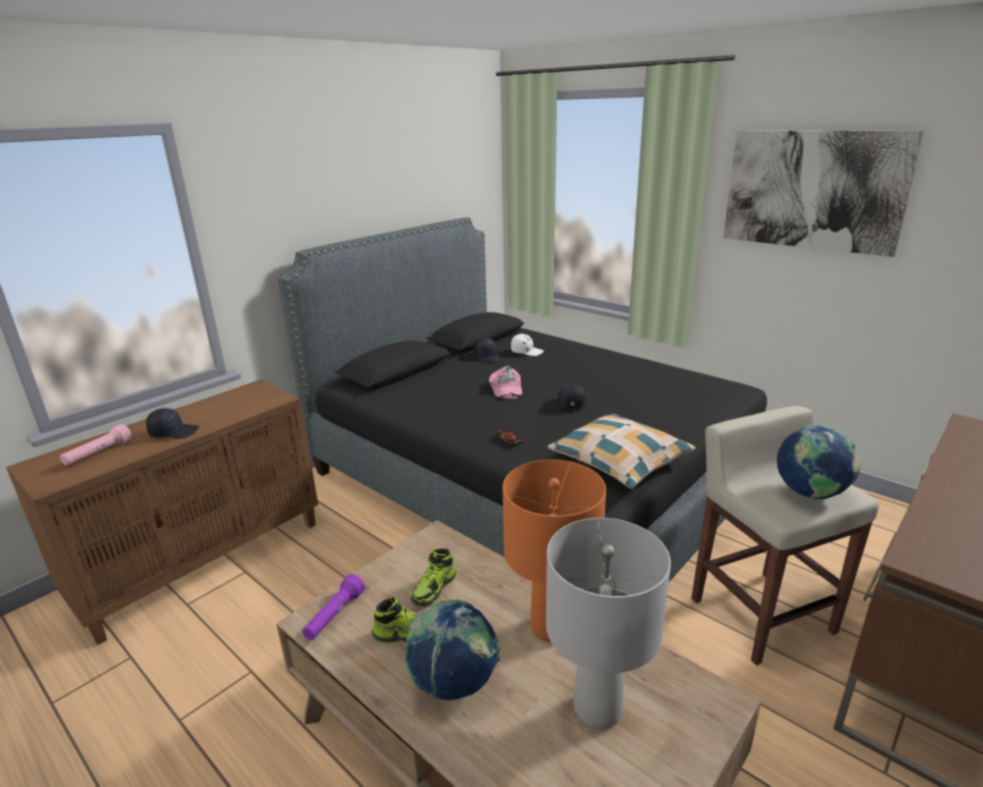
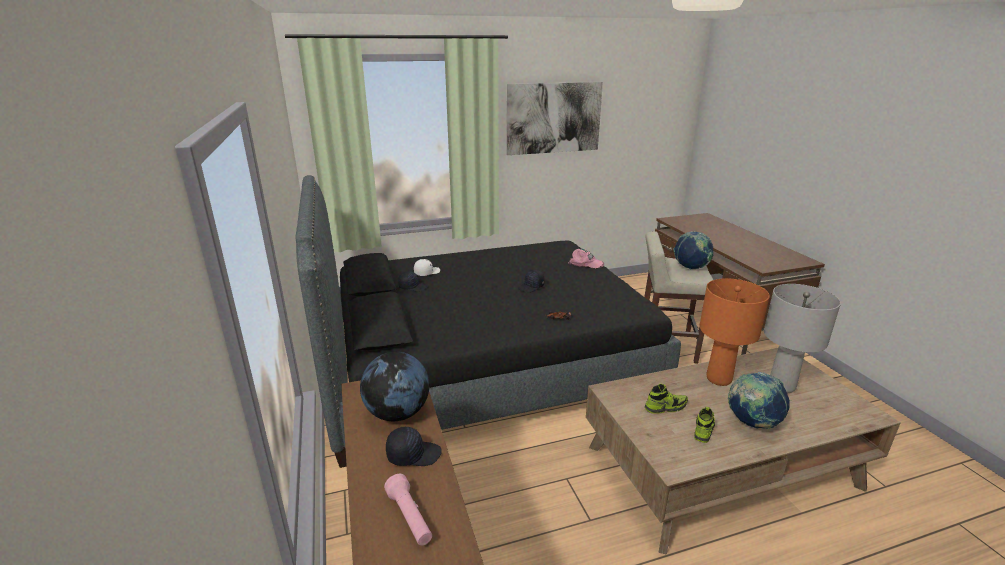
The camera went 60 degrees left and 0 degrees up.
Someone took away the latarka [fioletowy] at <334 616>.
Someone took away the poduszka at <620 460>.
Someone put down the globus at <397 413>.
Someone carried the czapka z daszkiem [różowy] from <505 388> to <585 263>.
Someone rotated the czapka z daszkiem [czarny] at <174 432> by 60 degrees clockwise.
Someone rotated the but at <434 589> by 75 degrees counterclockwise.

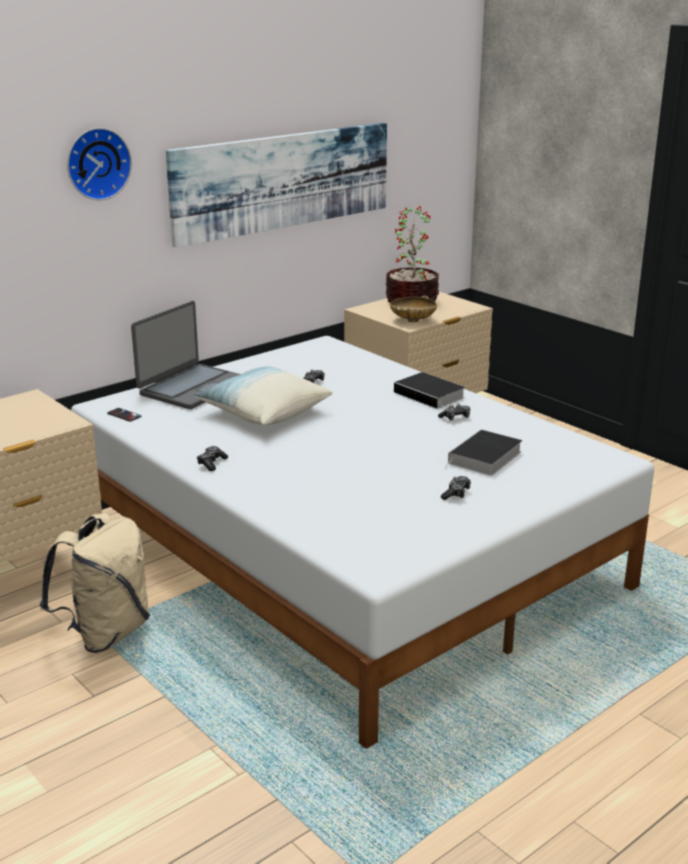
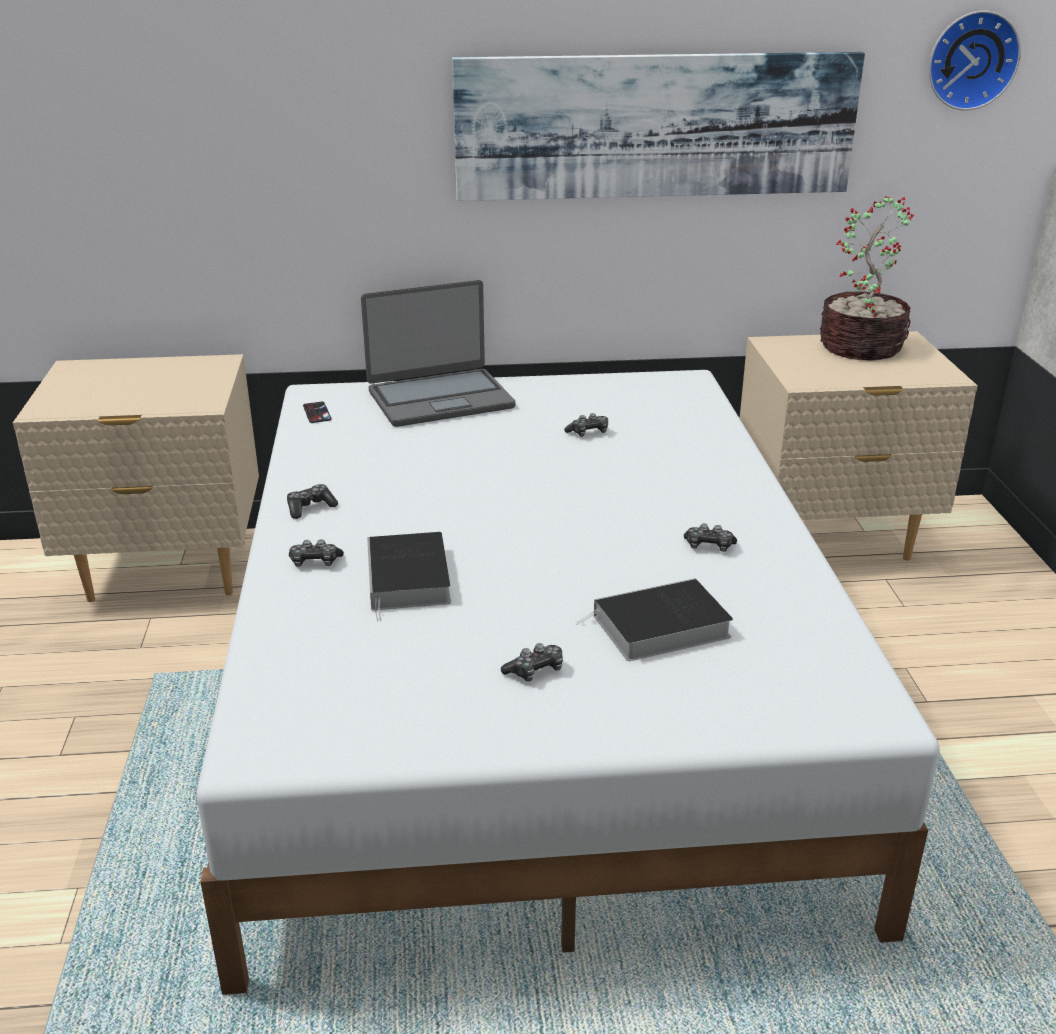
The camera went 35 degrees right and 5 degrees up.
Someone took away the plecak [beżowy] at <106 633>.
Someone took away the poduszka at <263 413>.
Someone took away the miska [beżowy] at <412 320>.
Someone put down the pad do gier at <315 562>.
Someone carried the zegar ścienny from <97 163> to <971 60>.
Someone carried the książka from <431 395> to <409 580>.

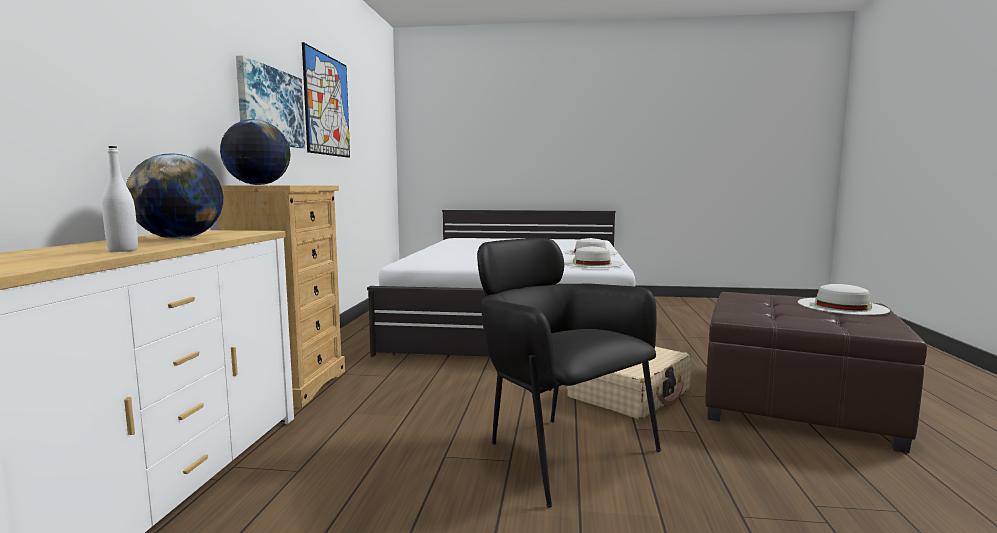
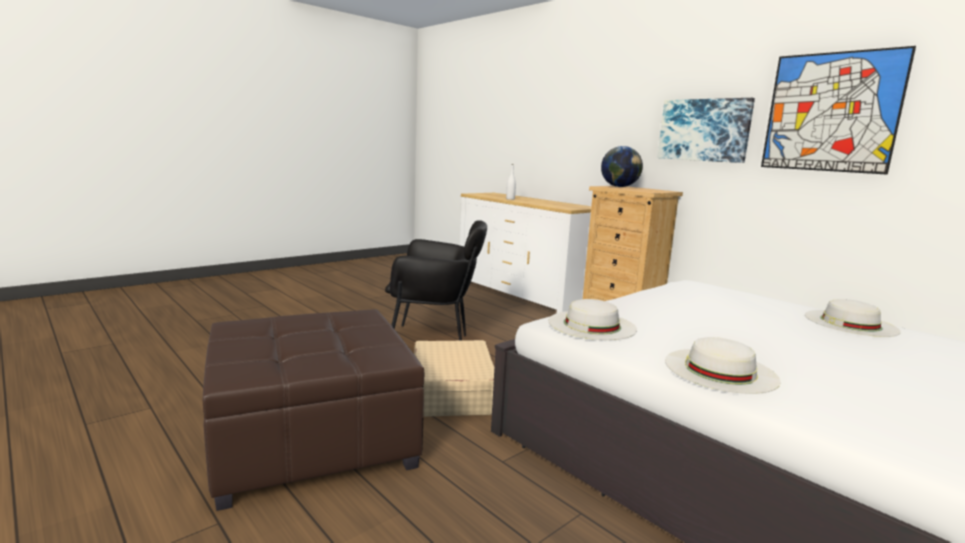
The camera went 130 degrees right and 5 degrees up.
Someone took away the globus at <180 238>.
Someone carried the kapelusz [biały] from <842 306> to <850 323>.

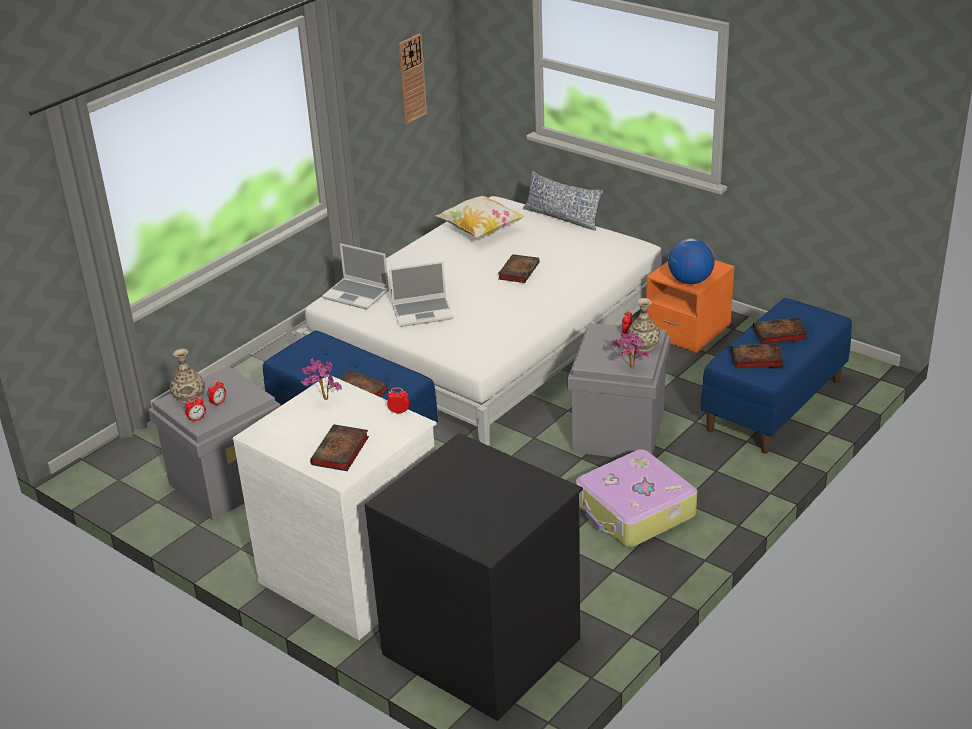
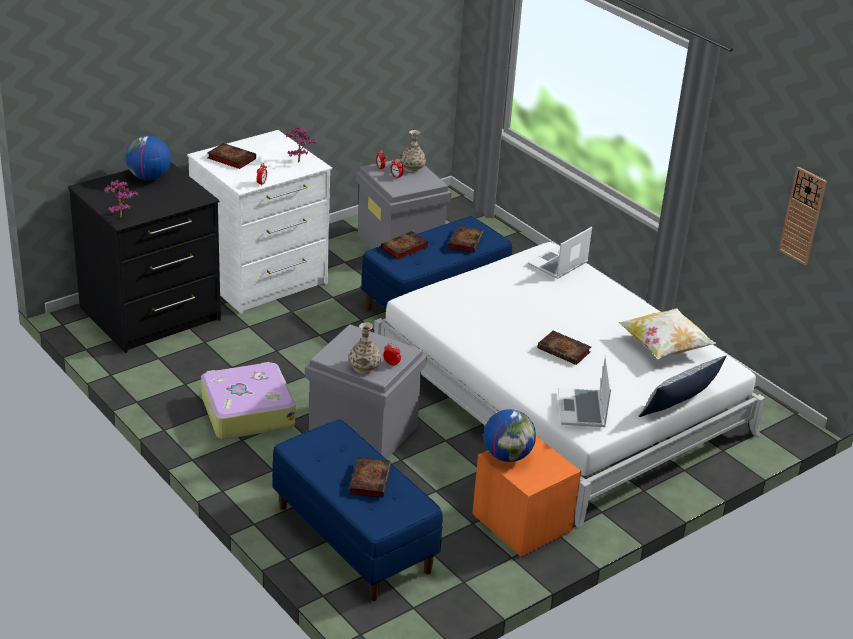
The camera went 100 degrees right and 0 degrees up.
Someone put down the globus at <149 177>.
Someone carried the laptop from <423 312> to <582 410>.
Someone carried the roślina doniczkowa from <629 369> to <120 216>.
Someone carried the książka from <755 359> to <465 241>.

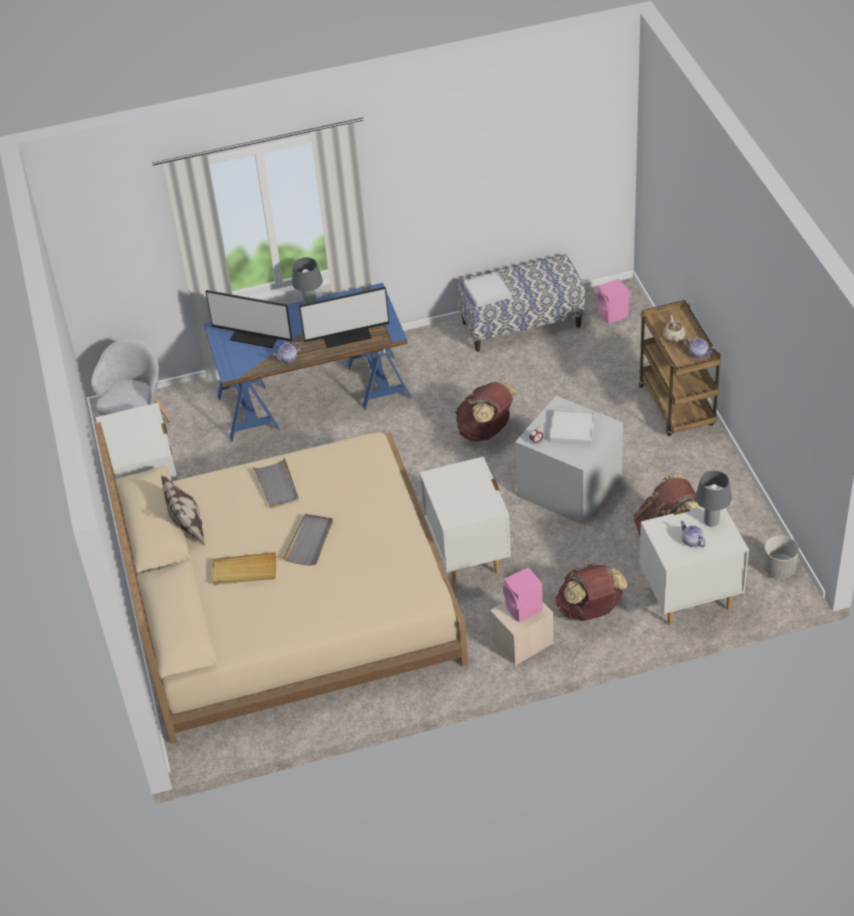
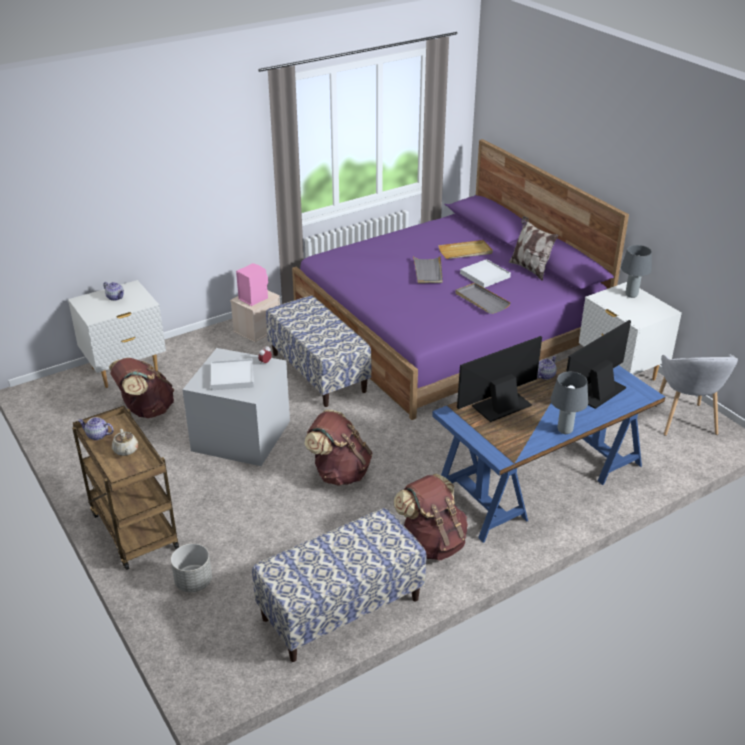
The camera went 160 degrees right and 10 degrees down.
Someone took away the głośnik [różowy] at <613 315>.
Someone carried the taca [biały] from <487 291> to <484 275>.
Someone carried the plecak [brązowy] from <590 611> to <432 543>.
Someone carried the lampa stołowa [szary] from <711 522> to <631 295>.
Someone carried the donica [szary] from <779 569> to <193 582>.
Someone swapped the szafka nocna [biały] at <468 556> for the ławka at <319 372>.
Someone repainted the łóżko [beżowy] at <289 601>, which became the łóżko [fioletowy] at <448 327>.
Someone rotated the monitor at <255 336> by 45 degrees counterclockwise.

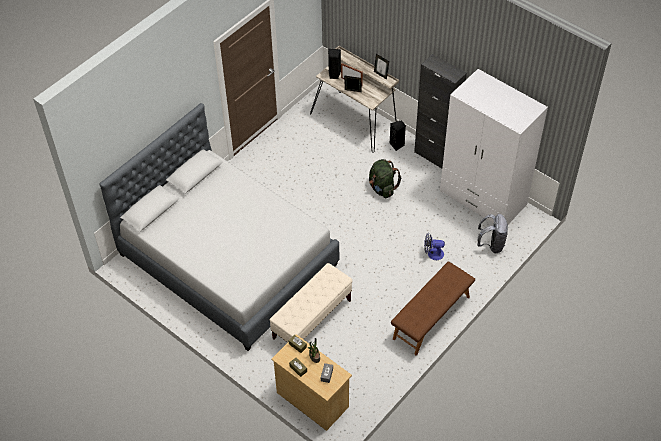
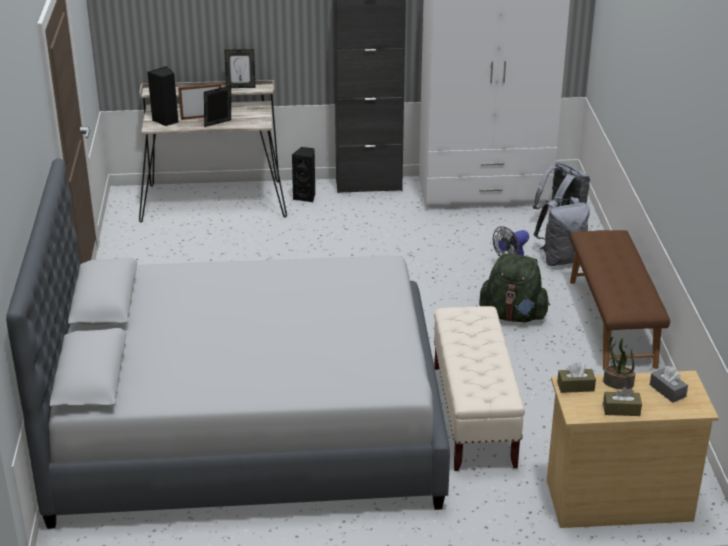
The camera went 45 degrees left and 20 degrees down.
Someone put down the plecak [szary] at <561 259>.
Someone carried the plecak [zielony] from <382 188> to <513 315>.

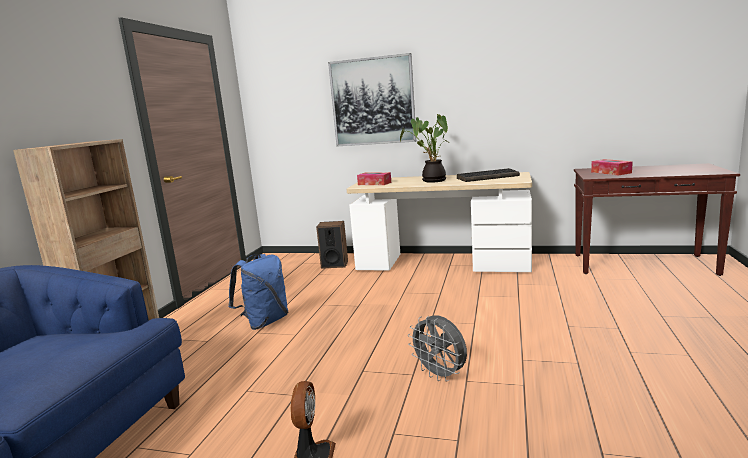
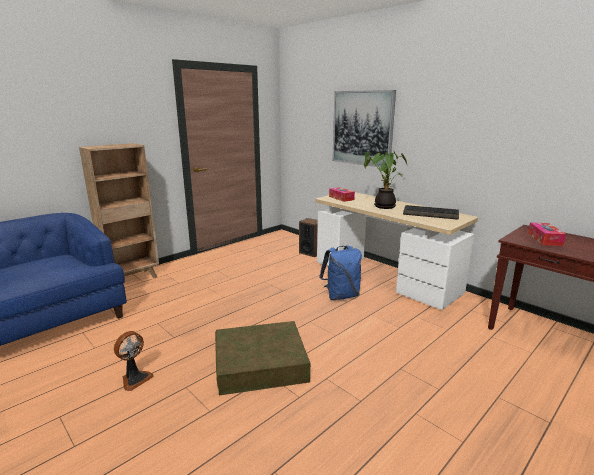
The camera went 30 degrees right and 5 degrees up.
Someone carried the plecak [niebieski] from <264 322> to <341 296>.
Someone swapped the wentylator [szary] at <440 375> for the pojemnik do przechowywania [brązowy] at <260 363>.

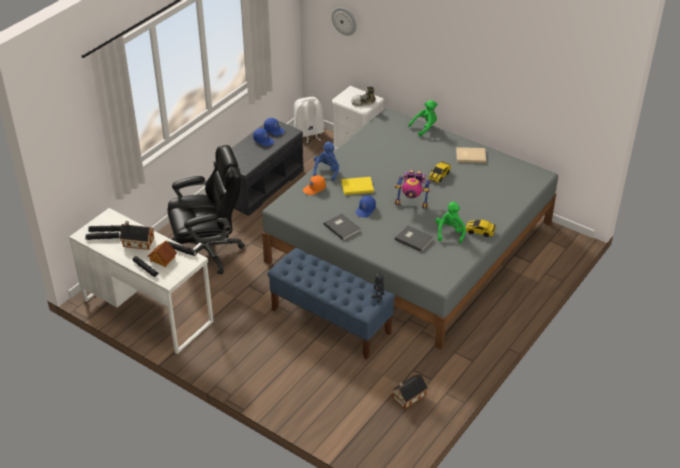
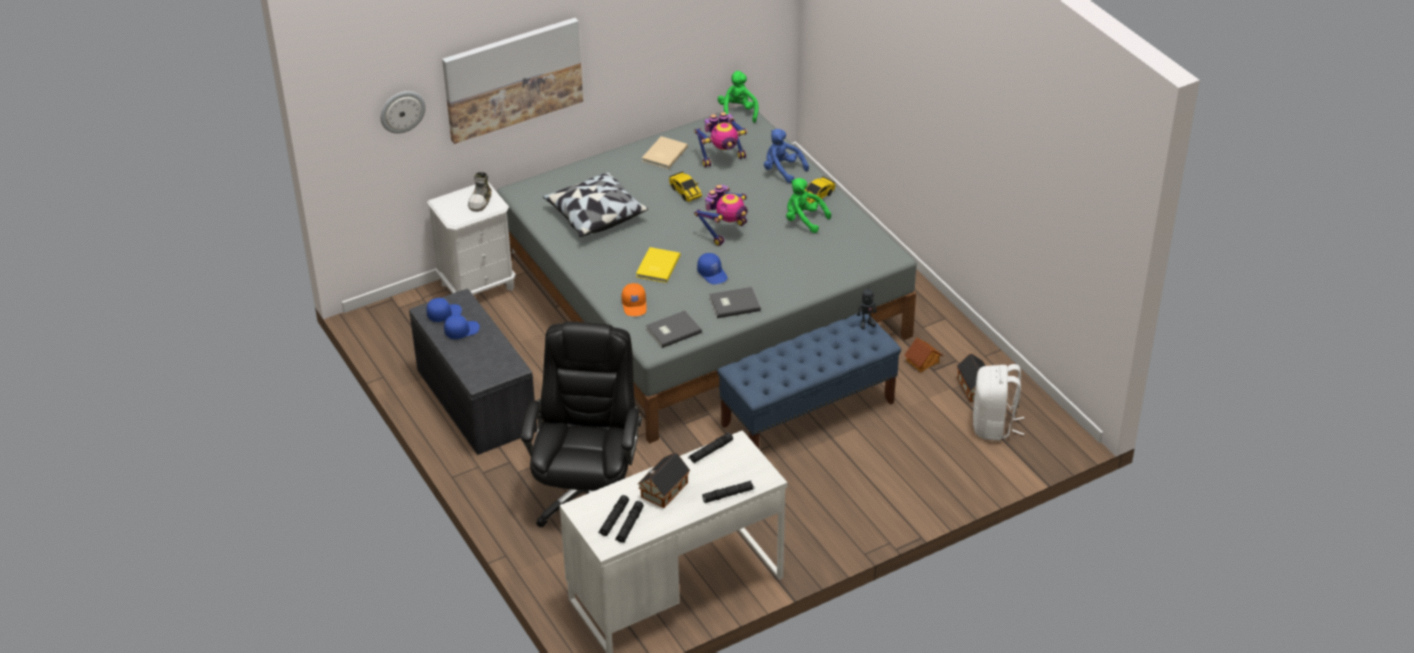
The camera went 65 degrees left and 0 degrees up.
Someone put up the obraz at <512 78>.
Someone put down the poduszka at <595 215>.
Someone put down the robot zabawkowy at <722 158>.
Someone carried the domek from <162 259> to <923 361>.
Someone carried the plecak [biały] from <309 133> to <994 426>.
Someone carried the pluszak [niebieski] from <326 171> to <782 170>.
Someone carried the książka [szary] from <414 239> to <672 330>.
Someone carried the pluszak [zielony] from <425 127> to <738 112>.

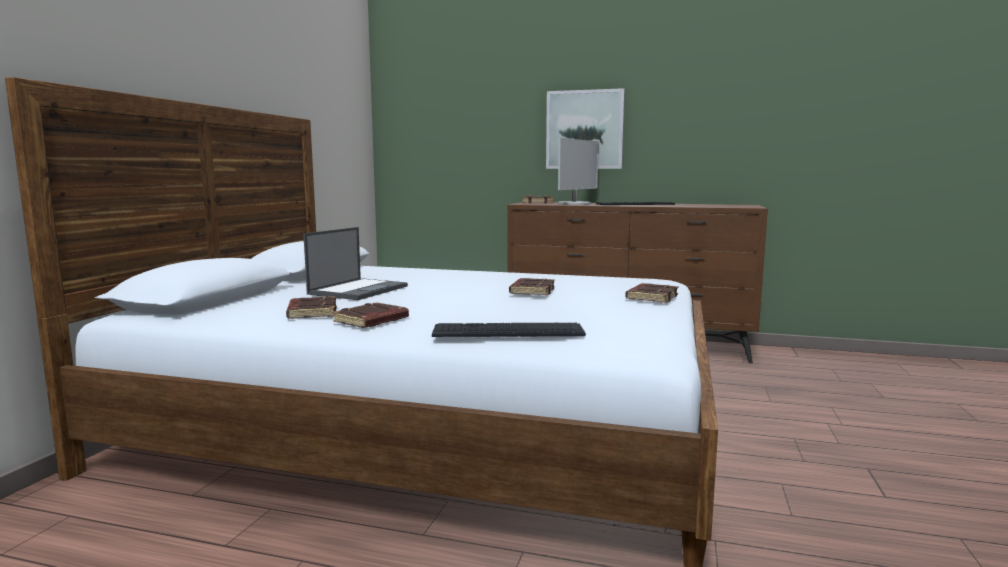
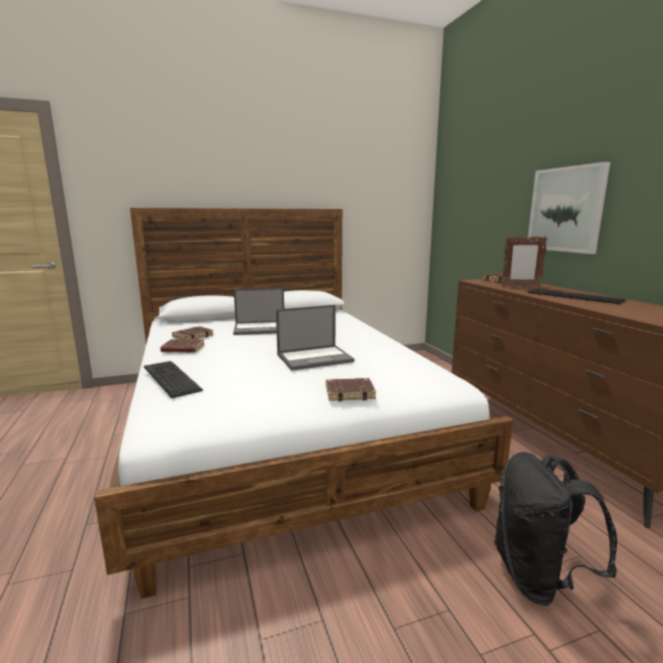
The camera went 55 degrees right and 5 degrees up.
Someone put down the plecak [czarny] at <538 578>.
Someone swapped the książka [brązowy] at <531 291> for the laptop at <315 358>.
Someone swapped the monitor at <575 203> for the ramka na zdjęcie at <520 286>.

